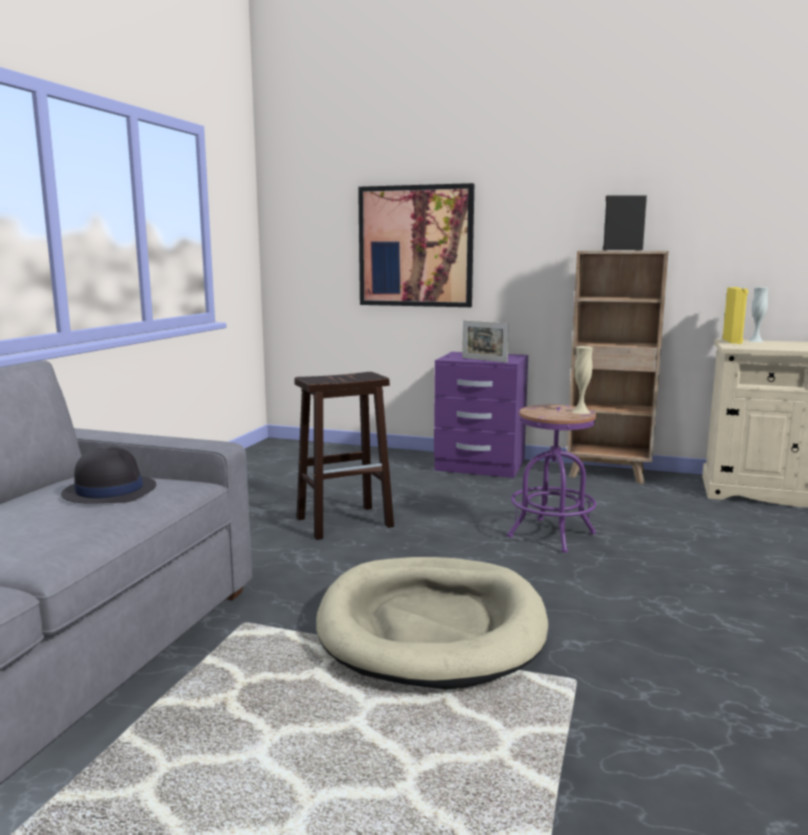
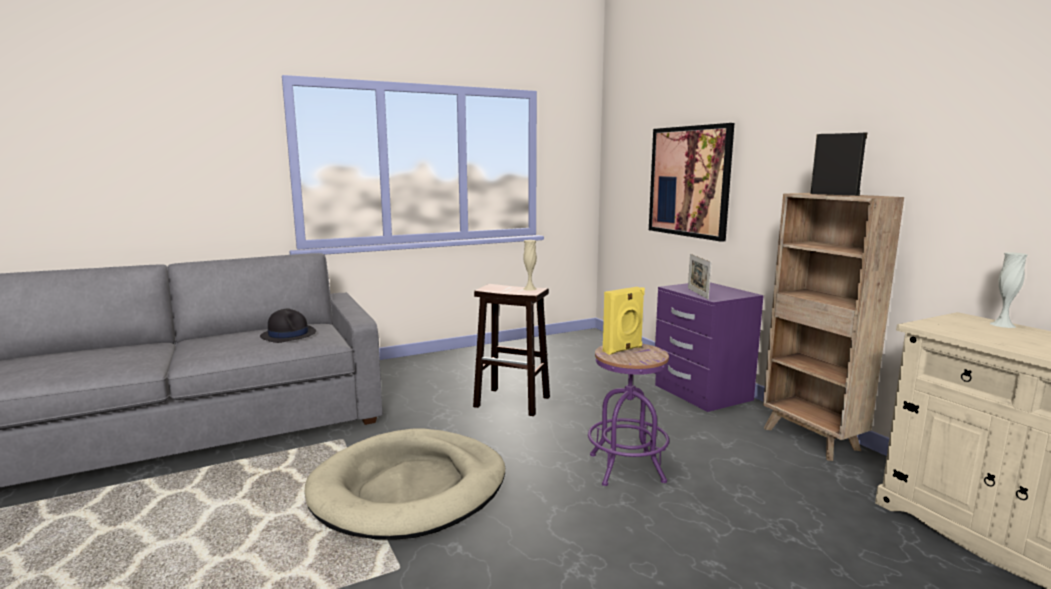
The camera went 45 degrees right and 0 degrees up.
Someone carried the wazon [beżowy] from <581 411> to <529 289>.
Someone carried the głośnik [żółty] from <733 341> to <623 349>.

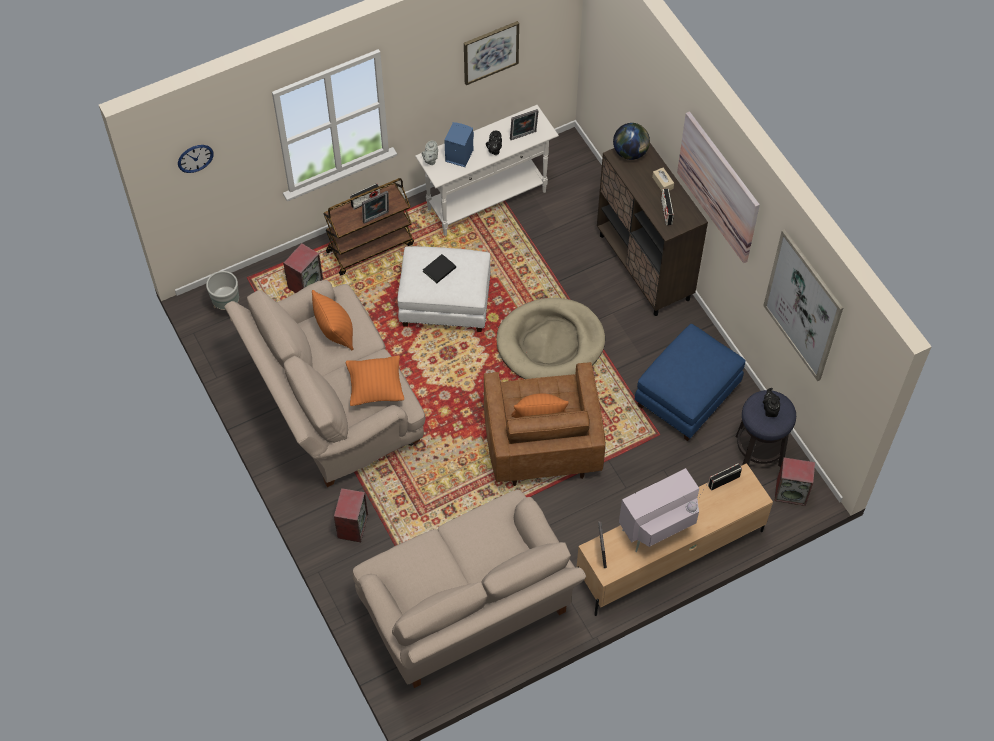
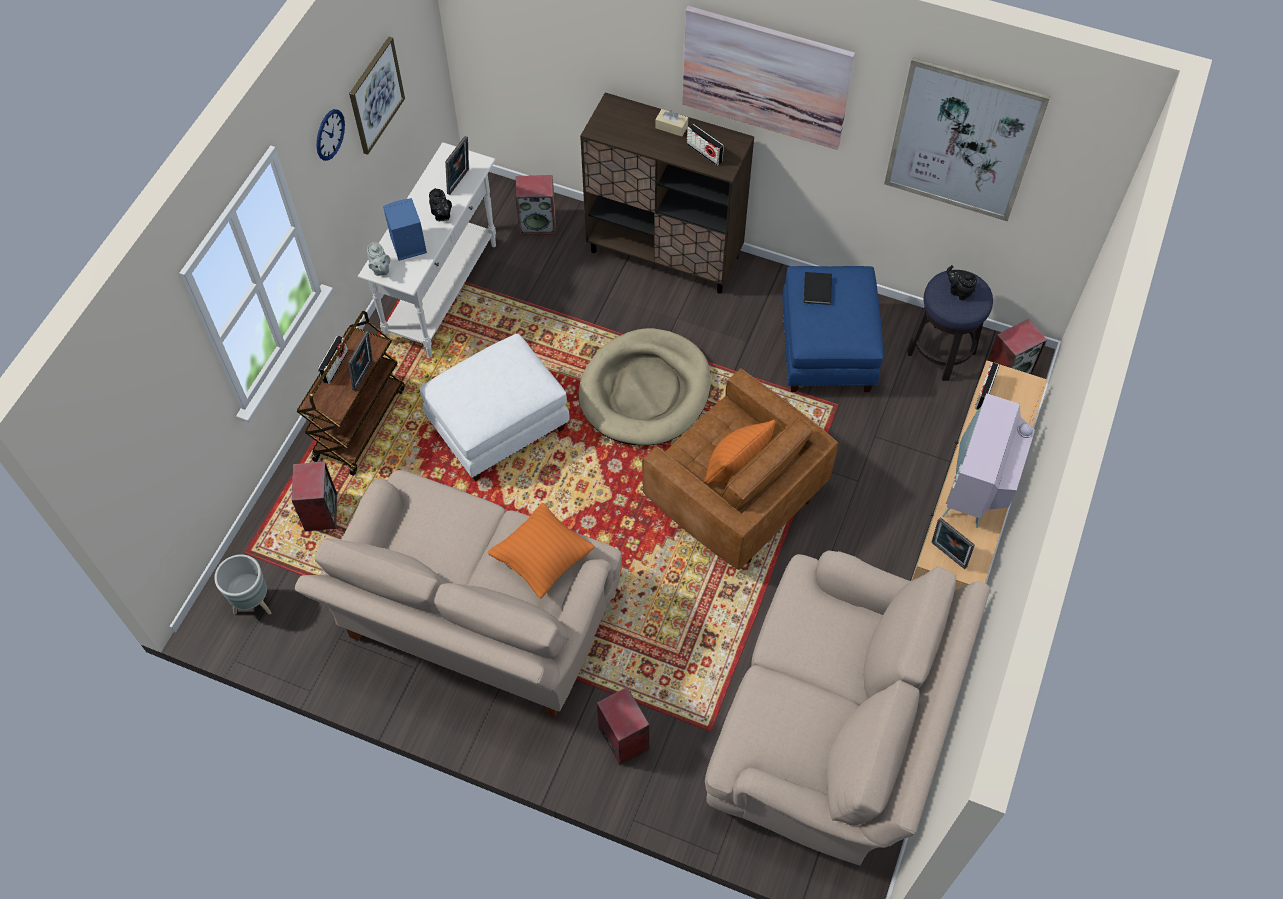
The camera went 40 degrees left and 0 degrees up.
Someone took away the poduszka [pomarańczowy] at <335 332>.
Someone took away the globus at <630 152>.
Someone put down the głośnik at <538 223>.
Someone carried the zegar ścienny from <195 158> to <329 134>.
Someone carried the książka [czarny] from <438 269> to <817 290>.

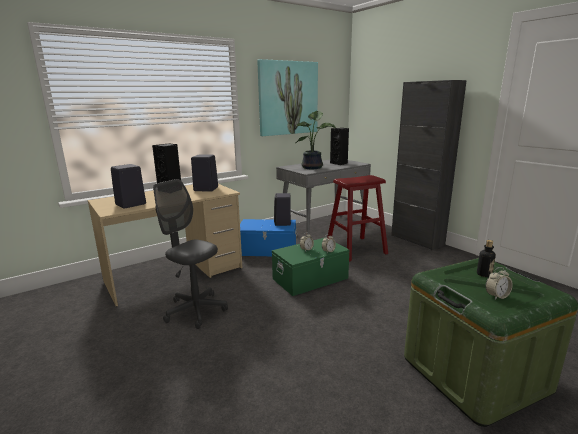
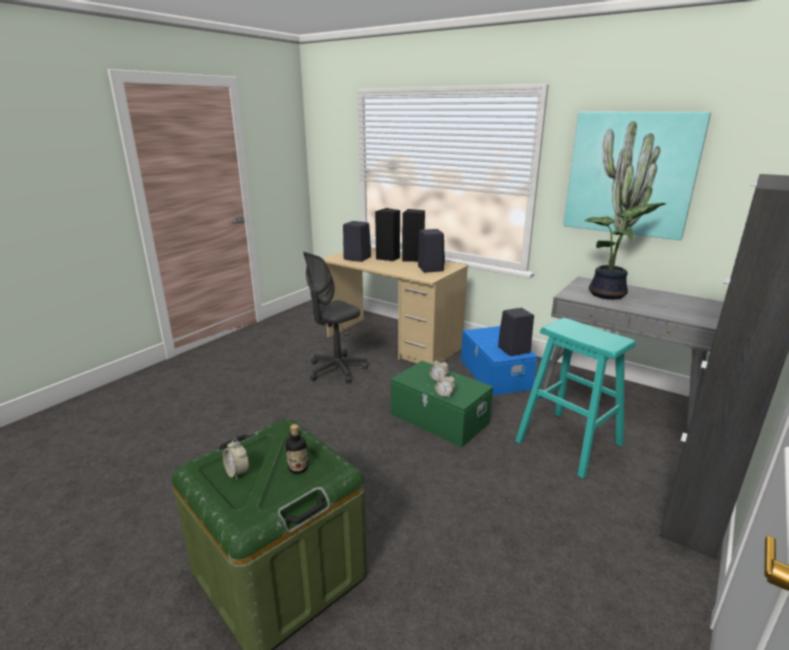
The camera went 70 degrees right and 5 degrees up.
Someone carried the głośnik [czarny] from <339 163> to <388 258>.
Someone repainted the stołek [czerwony] at <355 249>, which became the stołek [turkusowy] at <568 442>.
Someone rotated the krzesło biurowe [szary] at <195 310> by 150 degrees counterclockwise.

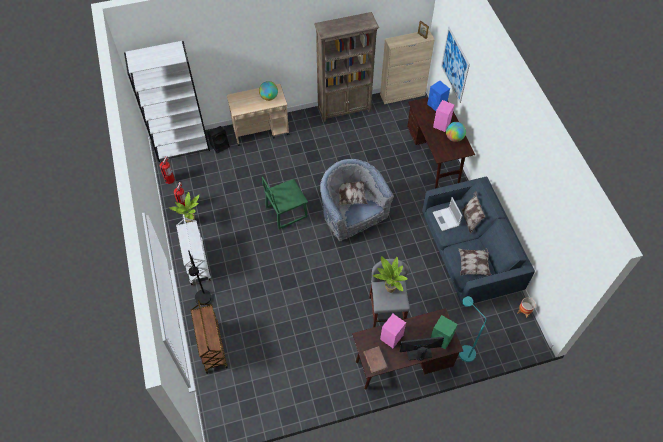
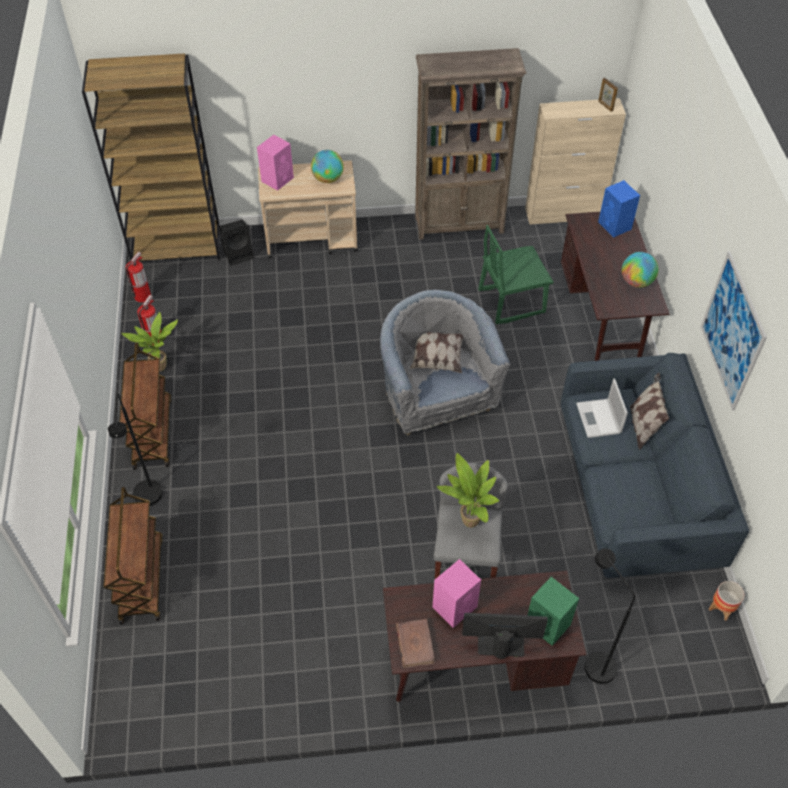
The camera went 10 degrees right and 5 degrees down.
Someone took away the poduszka at <474 265>.
Someone carried the krzesło [zielony] from <286 212> to <511 301>.
Someone carried the głośnik [różowy] from <442 124> to <278 179>.
Someone carried the obraz from <455 65> to <732 331>.
Someone repainted the regał [biały] at <182 146>, which became the regał [brązowy] at <177 247>.
Someone repainted the wózek [biały] at <196 262>, which became the wózek [brązowy] at <152 433>.
Someone repainted the lampa stojąca [turkusowy] at <463 350>, which became the lampa stojąca [czarny] at <593 661>.

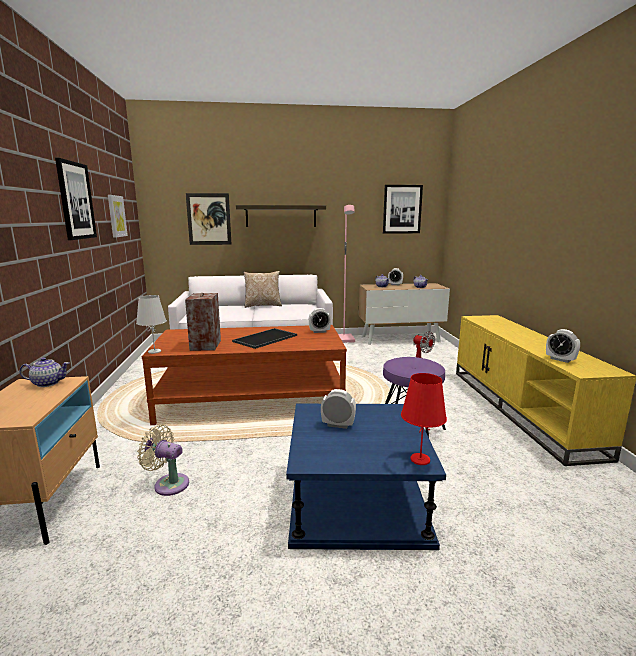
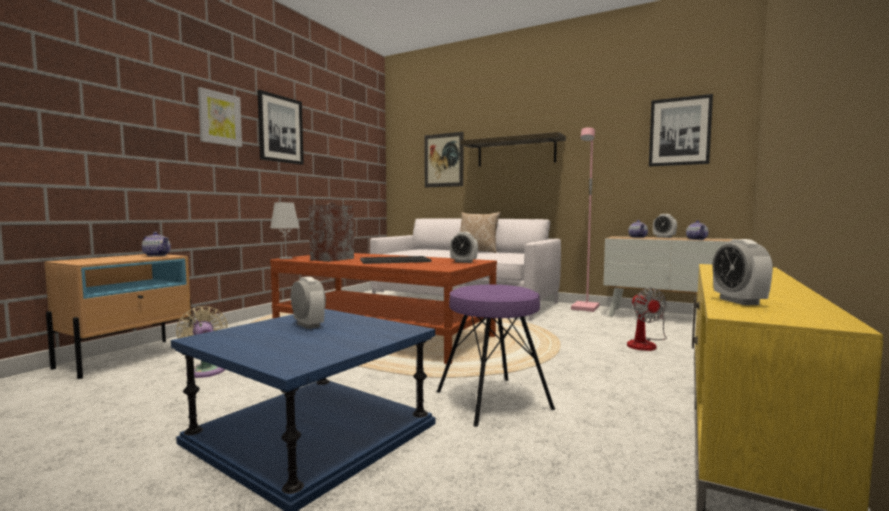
The camera went 35 degrees right and 10 degrees down.
Someone took away the lampa stołowa [czerwony] at <420 459>.
Someone carried the obraz from <116 216> to <219 118>.

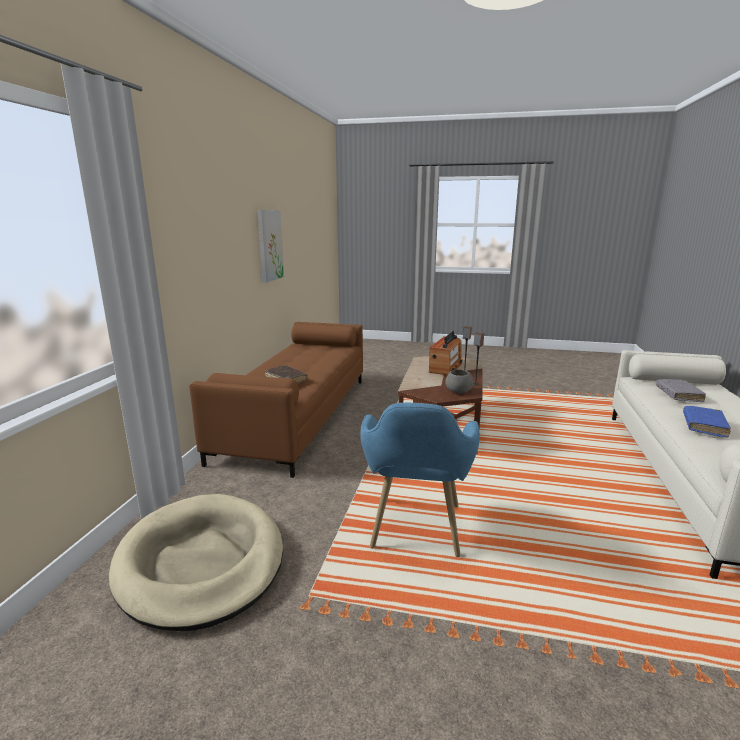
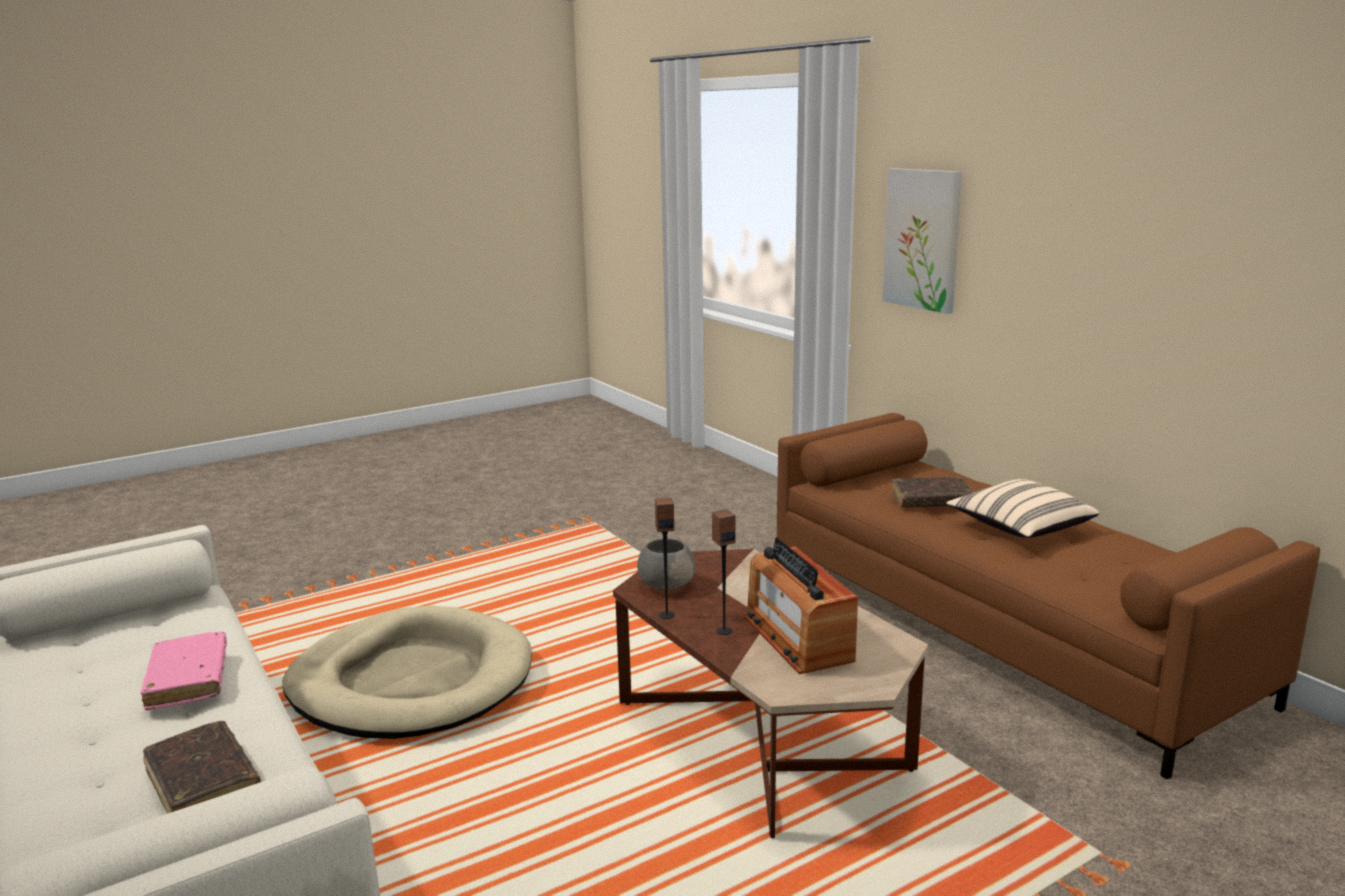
The camera went 135 degrees right and 0 degrees up.
Someone took away the fotel [niebieski] at <415 536>.
Someone put down the poduszka [beżowy] at <1019 528>.
Someone carried the legowisko [beżowy] from <201 563> to <411 681>.
Someone carried the obraz from <269 245> to <923 239>.
Someone repainted the książka [szary] at <678 395>, which became the książka [brązowy] at <203 783>.
Someone repainted the książka [niebieski] at <704 426>, which became the książka [różowy] at <188 680>.

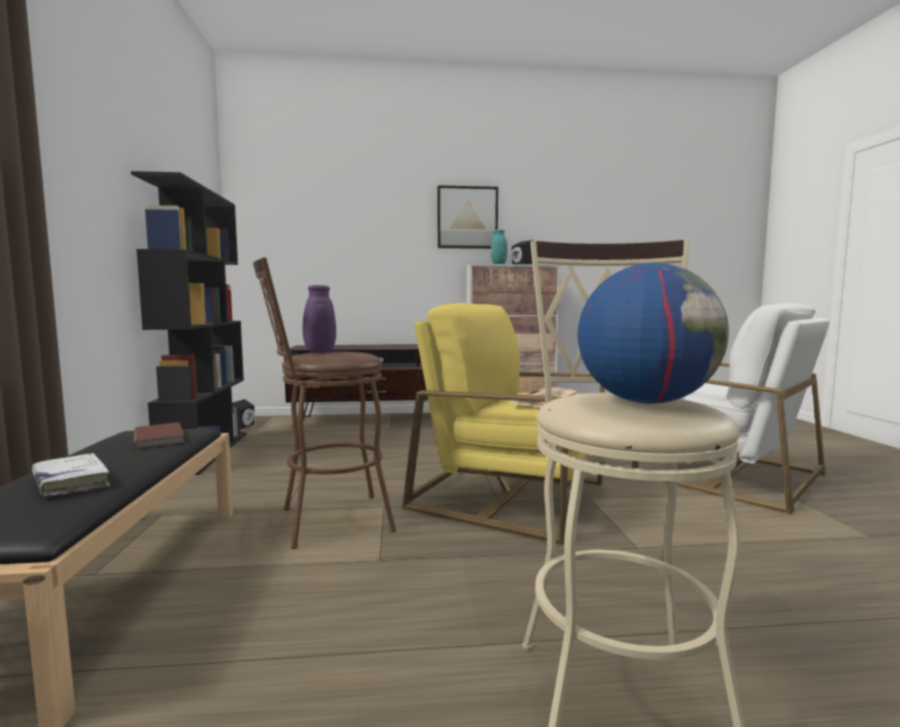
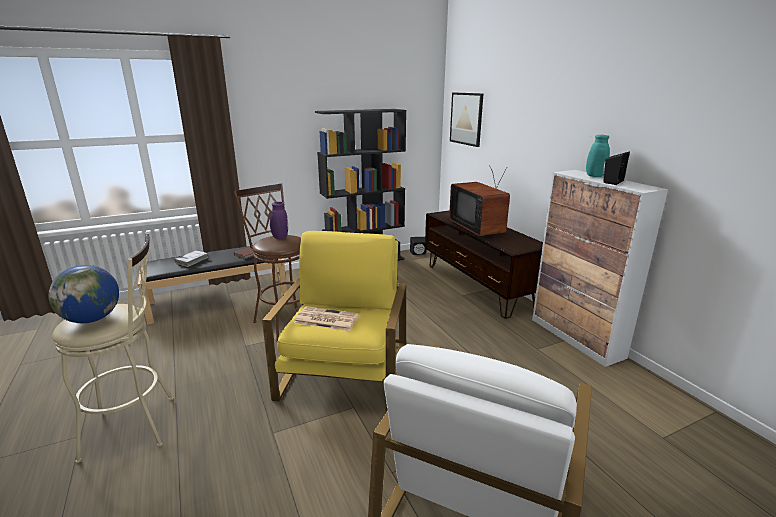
The camera went 70 degrees right and 15 degrees up.
Someone put down the telewizor at <479 229>.
Someone carried the obraz from <467 217> to <466 119>.

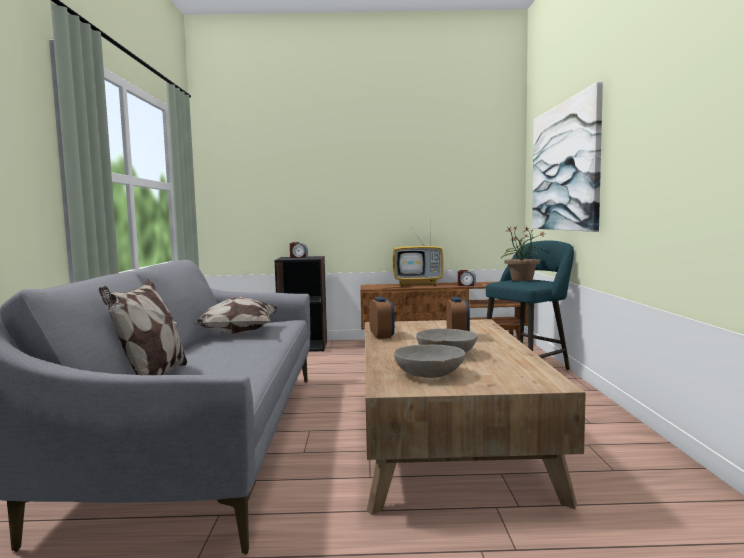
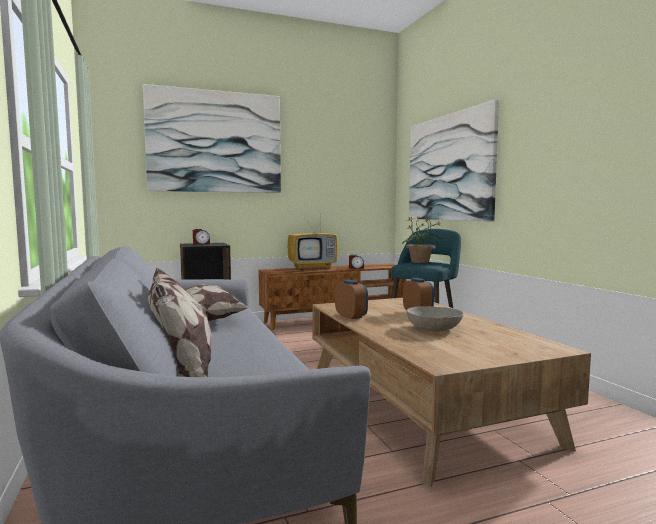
The camera went 20 degrees left and 0 degrees up.
Someone took away the miska [szary] at <429 374>.
Someone put up the obraz at <215 142>.

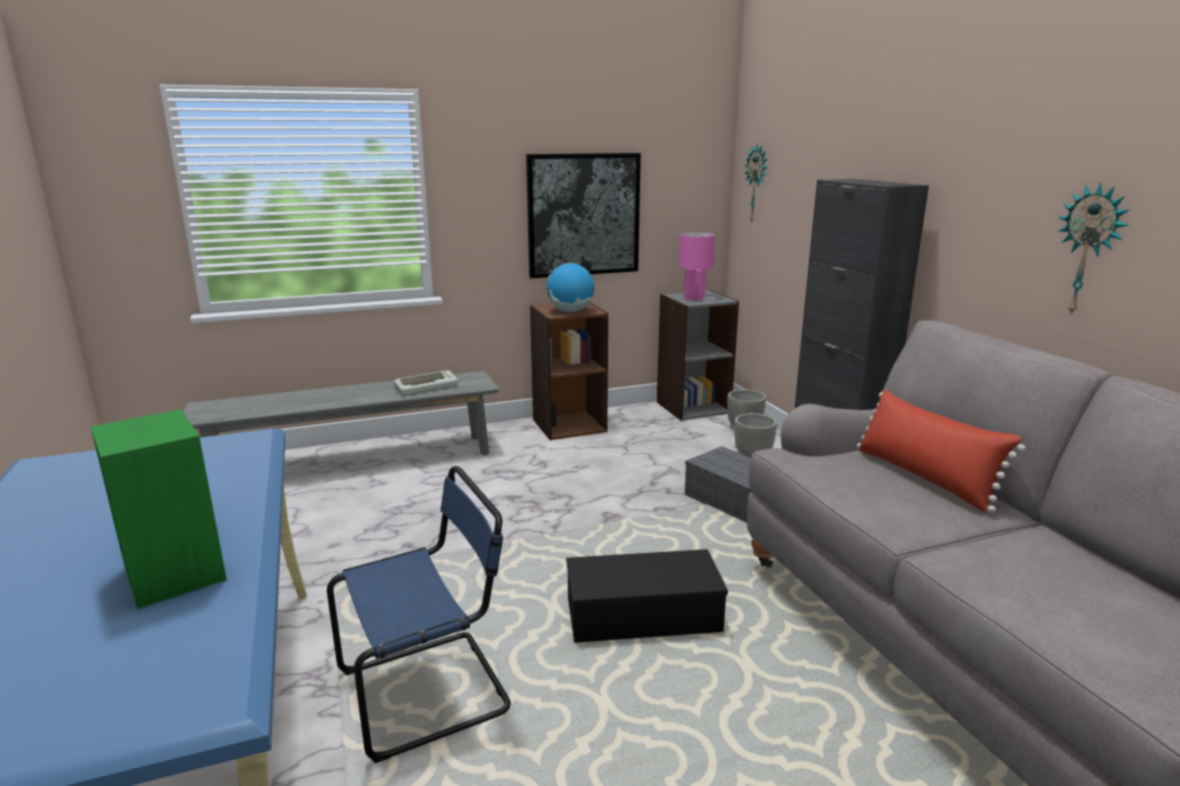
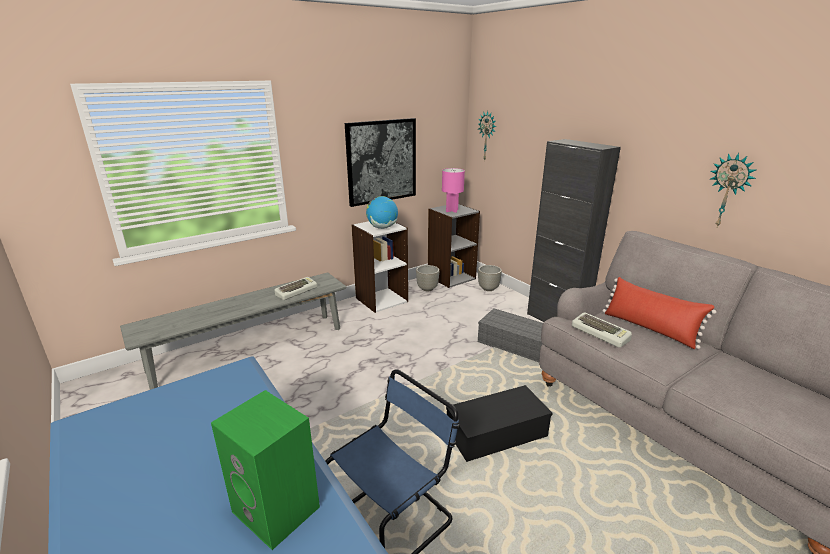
The camera went 15 degrees left and 5 degrees up.
Someone put down the klawiatura at <601 333>.
Someone carried the donica [szary] from <752 455> to <427 289>.
Someone repainted the regał [brązowy] at <569 425>, which became the regał [biały] at <381 299>.

